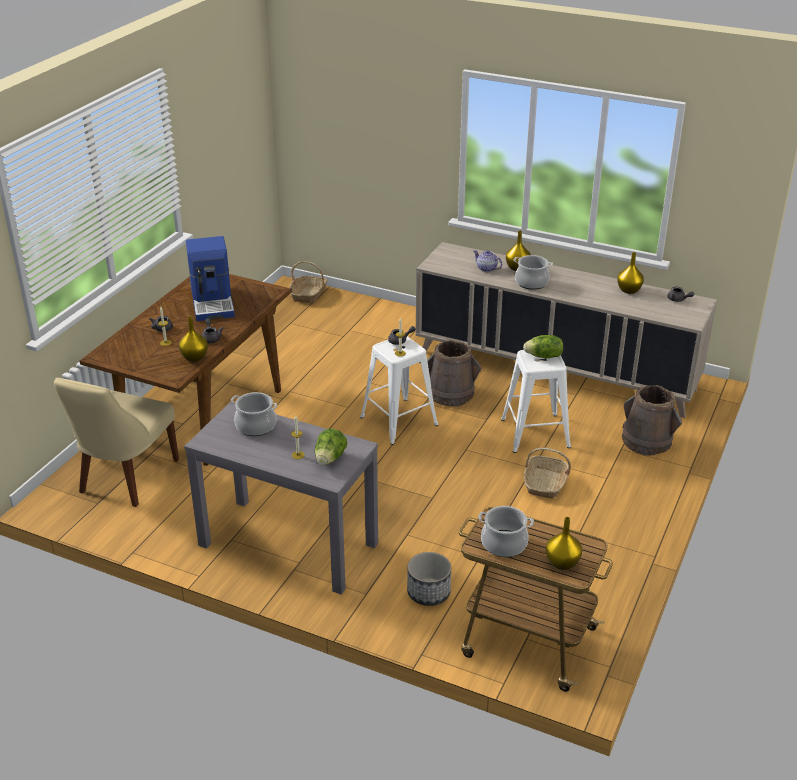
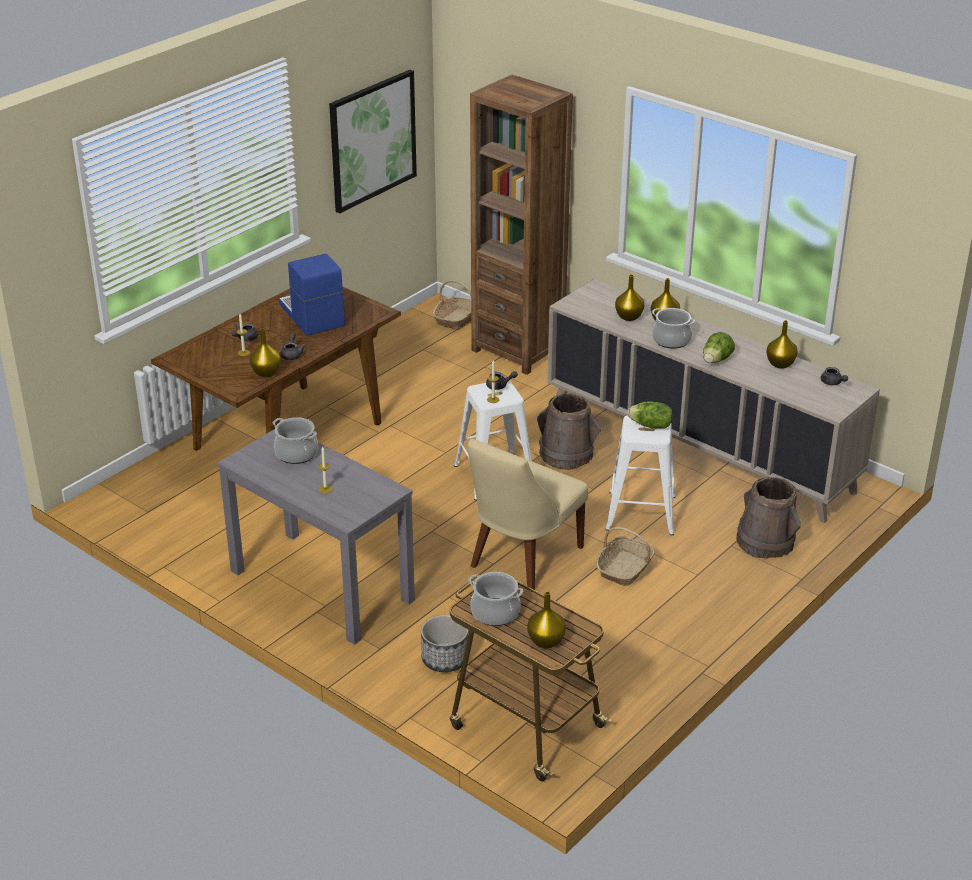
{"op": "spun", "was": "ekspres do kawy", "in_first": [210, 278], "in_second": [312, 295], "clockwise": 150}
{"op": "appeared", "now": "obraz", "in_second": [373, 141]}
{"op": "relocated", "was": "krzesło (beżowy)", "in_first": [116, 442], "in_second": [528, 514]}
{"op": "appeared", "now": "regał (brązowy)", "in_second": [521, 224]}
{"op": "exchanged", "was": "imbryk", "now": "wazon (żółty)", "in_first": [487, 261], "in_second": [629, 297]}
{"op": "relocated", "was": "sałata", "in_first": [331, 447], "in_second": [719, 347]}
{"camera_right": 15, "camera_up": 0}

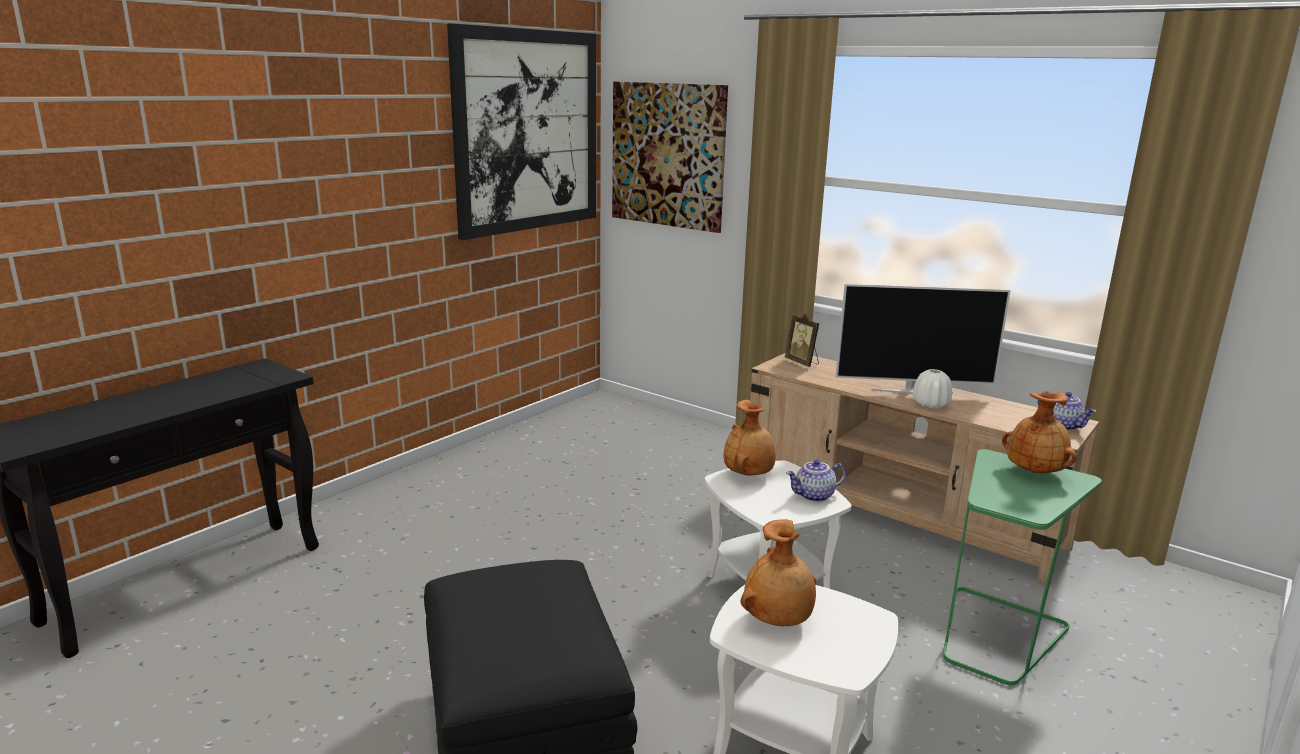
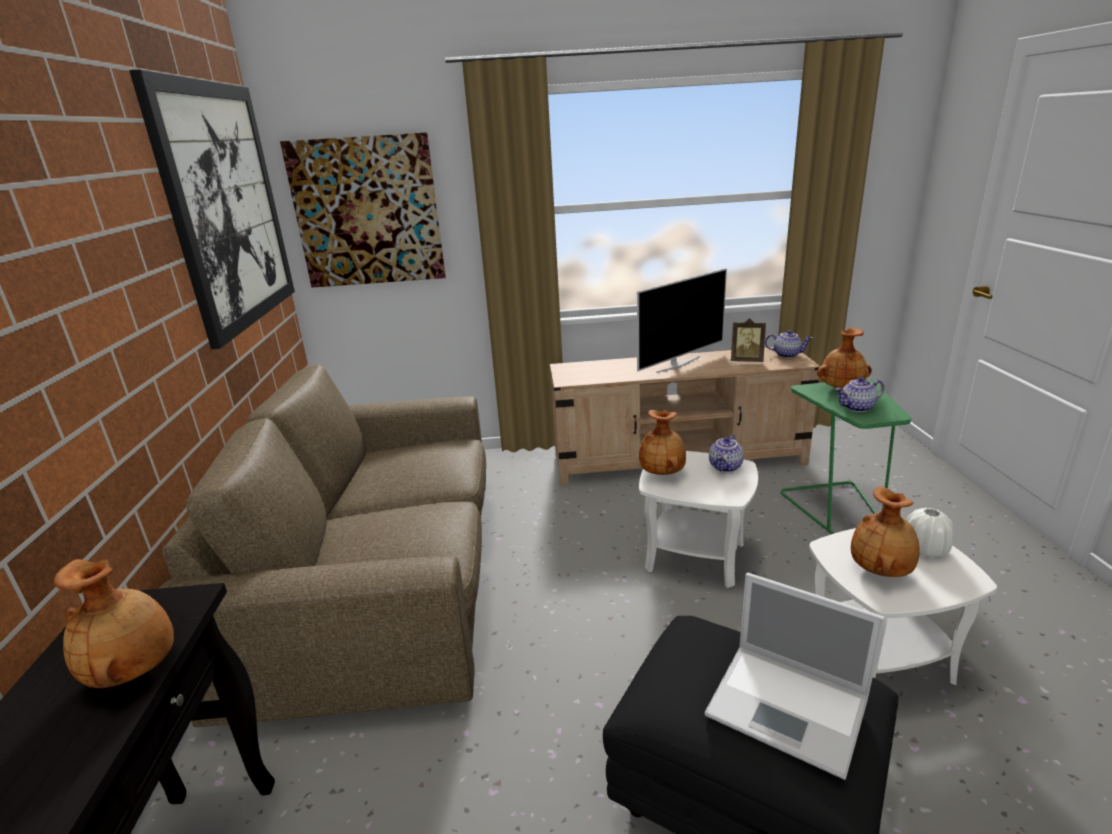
{"op": "appeared", "now": "wazon (brązowy)", "in_second": [113, 623]}
{"op": "appeared", "now": "kanapa (brązowy)", "in_second": [322, 546]}
{"op": "appeared", "now": "laptop", "in_second": [794, 676]}
{"op": "relocated", "was": "ramka na zdjęcie", "in_first": [802, 340], "in_second": [748, 340]}
{"op": "appeared", "now": "imbryk", "in_second": [860, 394]}
{"op": "relocated", "was": "wazon (biały)", "in_first": [932, 388], "in_second": [930, 533]}
{"camera_right": -40, "camera_up": 5}

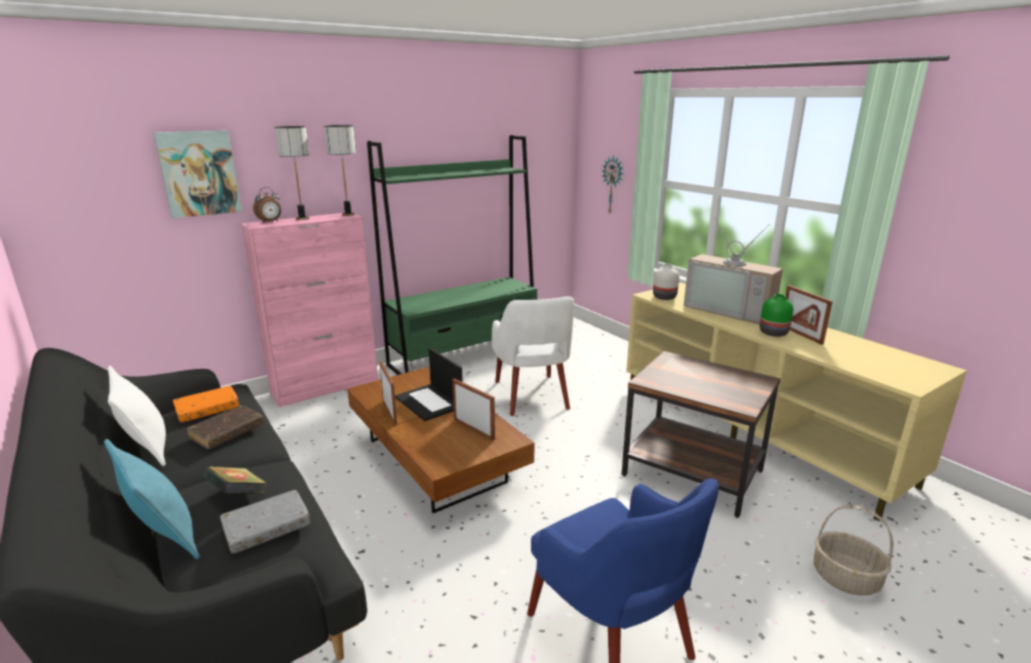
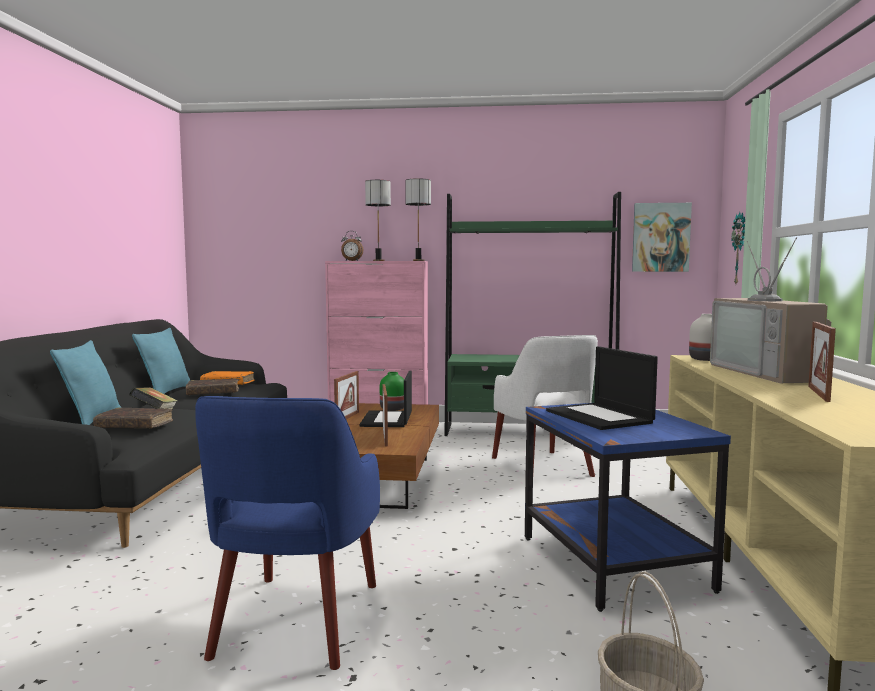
{"op": "colour", "was": "książka (szary)", "now": "książka (brązowy)", "in_first": [265, 522], "in_second": [133, 418]}
{"op": "colour", "was": "poduszka (biały)", "now": "poduszka (turkusowy)", "in_first": [137, 416], "in_second": [161, 361]}
{"op": "relocated", "was": "wazon (zielony)", "in_first": [776, 315], "in_second": [392, 391]}
{"op": "spun", "was": "fotel (biały)", "in_first": [533, 356], "in_second": [545, 406], "clockwise": -45}
{"op": "colour", "was": "stolik (brązowy)", "now": "stolik (niebieski)", "in_first": [701, 434], "in_second": [628, 507]}
{"op": "appeared", "now": "laptop", "in_second": [602, 388]}
{"op": "relocated", "was": "obraz", "in_first": [198, 174], "in_second": [662, 237]}
{"camera_right": 40, "camera_up": -15}

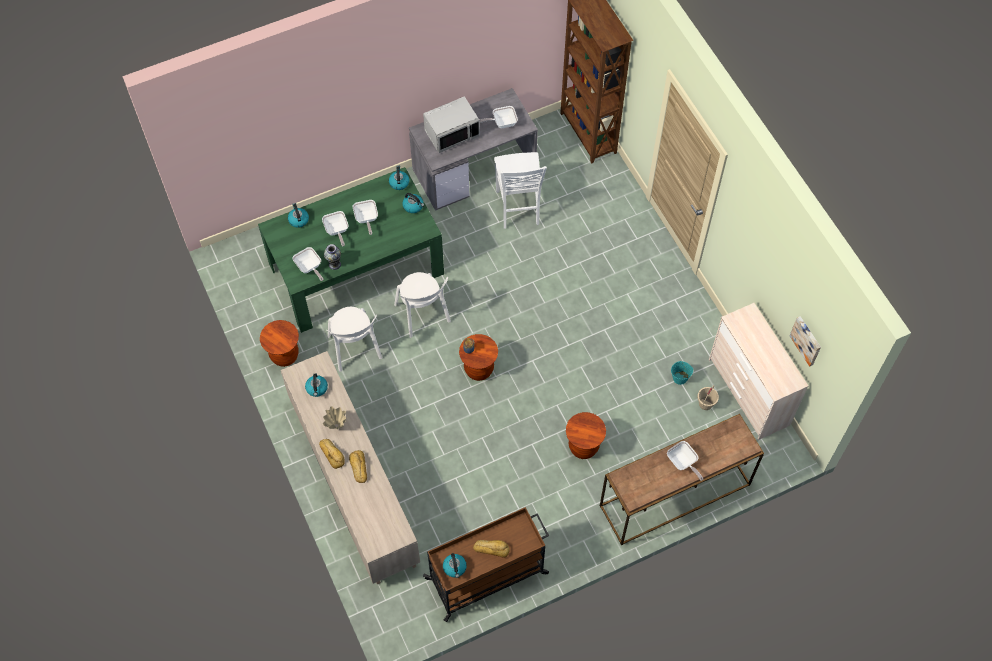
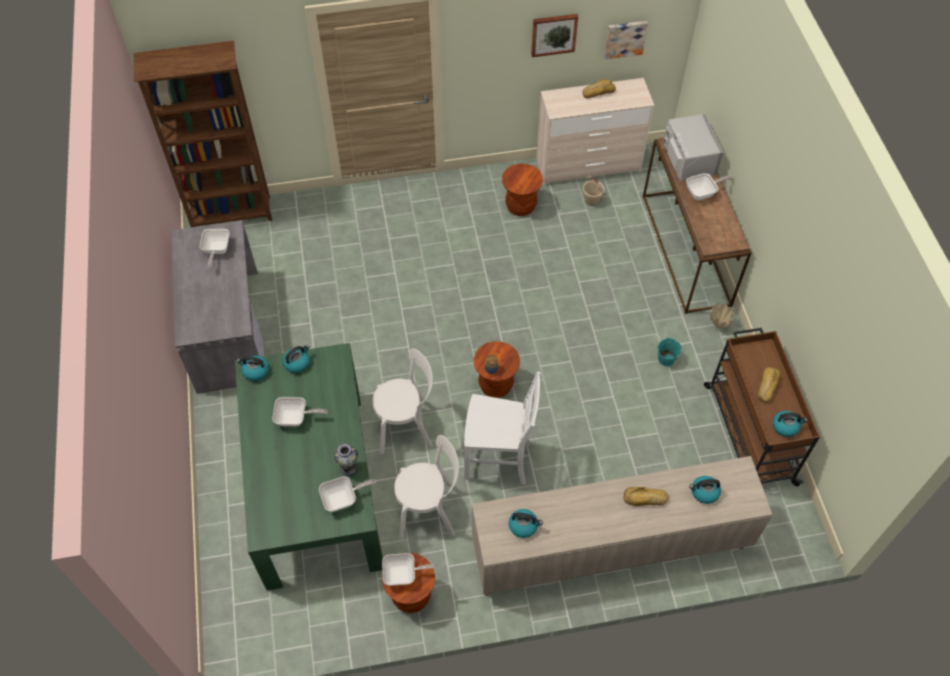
{"op": "relocated", "was": "patelnia", "in_first": [335, 228], "in_second": [410, 569]}
{"op": "relocated", "was": "krzesło (biały)", "in_first": [520, 190], "in_second": [502, 428]}
{"op": "relocated", "was": "stołek (brązowy)", "in_first": [586, 435], "in_second": [522, 189]}
{"op": "appeared", "now": "obraz", "in_second": [554, 35]}
{"op": "relocated", "was": "chleb", "in_first": [332, 454], "in_second": [599, 88]}
{"op": "relocated", "was": "wiadro (turkusowy)", "in_first": [682, 373], "in_second": [669, 352]}
{"op": "relocated", "was": "mikrofalówka (szary)", "in_first": [451, 124], "in_second": [693, 147]}
{"op": "relocated", "was": "czajnik", "in_first": [298, 215], "in_second": [705, 490]}
{"op": "relocated", "was": "wazon (beżowy)", "in_first": [334, 417], "in_second": [722, 316]}
{"camera_right": -75, "camera_up": -5}

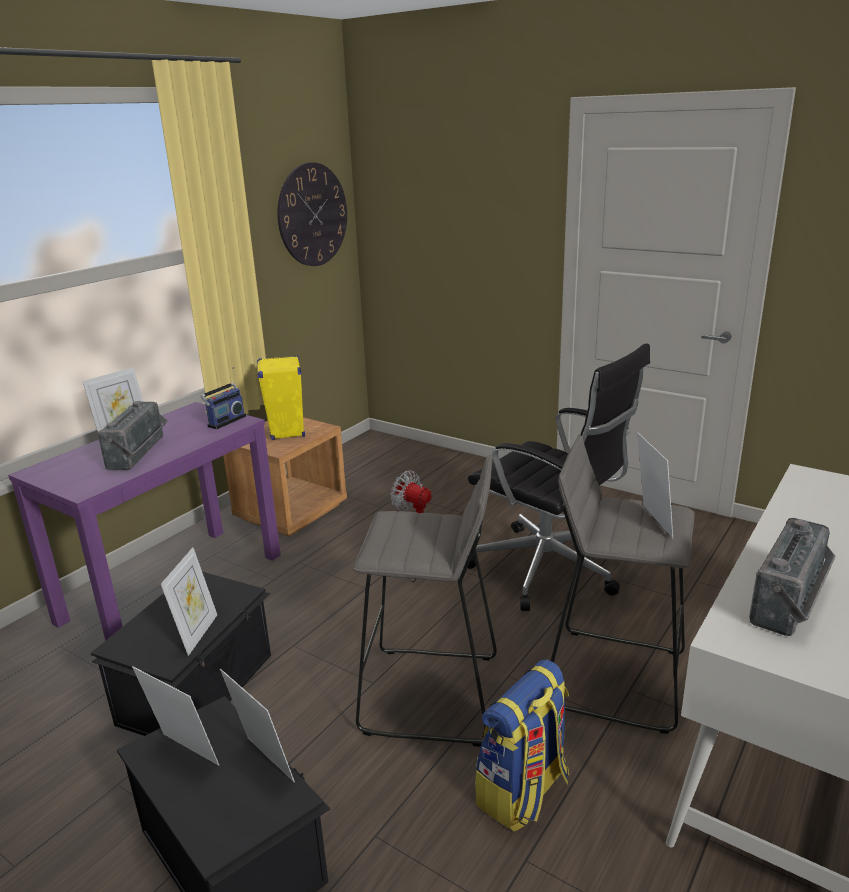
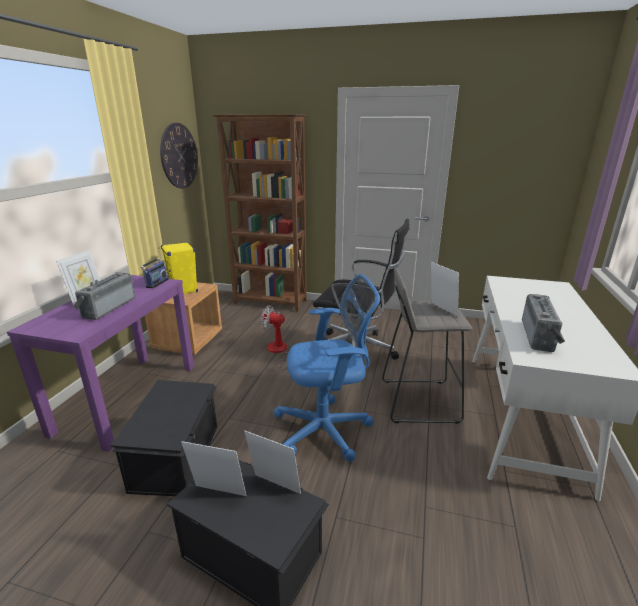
{"op": "spun", "was": "radio", "in_first": [133, 435], "in_second": [104, 296], "clockwise": -150}
{"op": "appeared", "now": "regał (brązowy)", "in_second": [260, 213]}
{"op": "exchanged", "was": "stołek (szary)", "now": "krzesło biurowe (niebieski)", "in_first": [425, 601], "in_second": [327, 368]}
{"op": "missing", "was": "ramka na zdjęcie", "in_first": [189, 601]}
{"op": "missing", "was": "plecak", "in_first": [522, 746]}
{"camera_right": -20, "camera_up": 0}

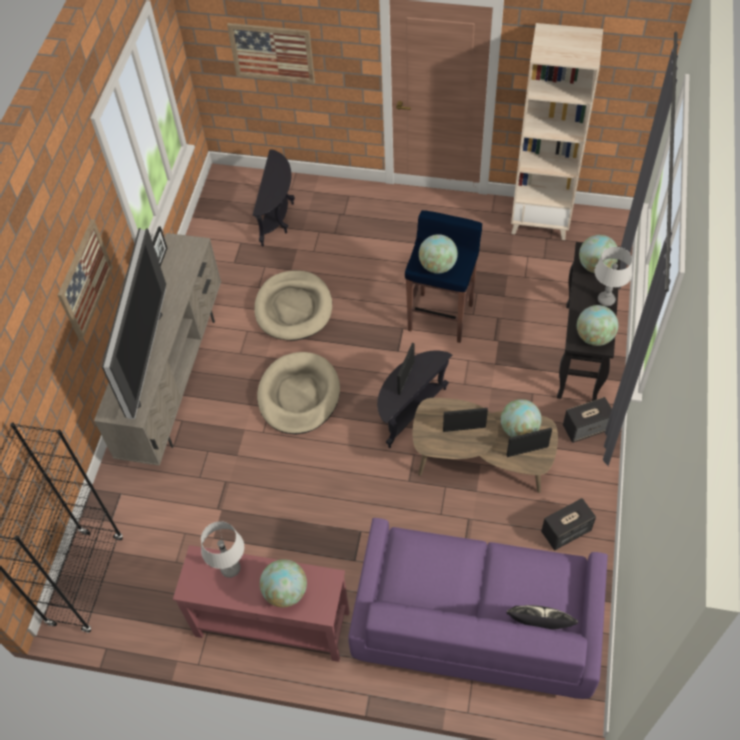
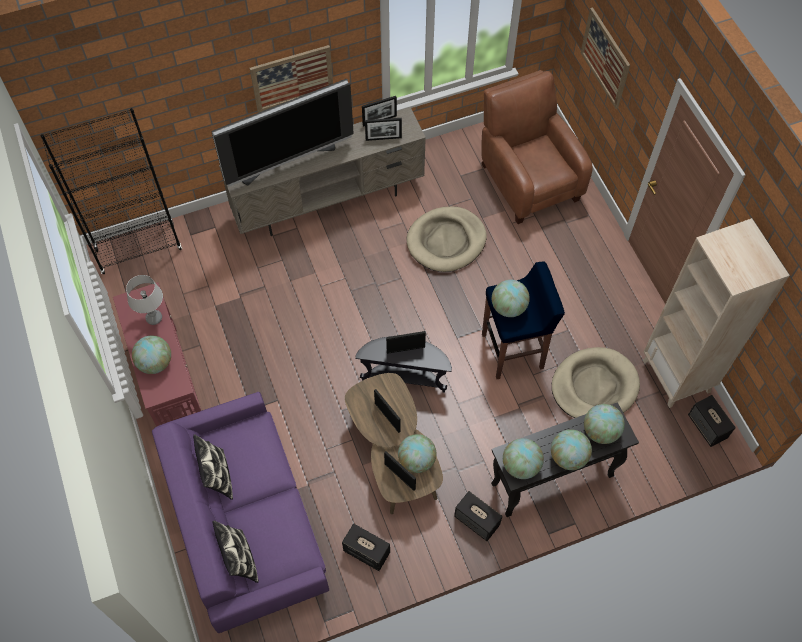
{"op": "appeared", "now": "poduszka", "in_second": [213, 467]}
{"op": "appeared", "now": "ramka na zdjęcie", "in_second": [383, 129]}
{"op": "exchanged", "was": "stolik (czarny)", "now": "fotel (brązowy)", "in_first": [274, 198], "in_second": [537, 147]}
{"op": "exchanged", "was": "lampa stołowa (szary)", "now": "globus", "in_first": [613, 276], "in_second": [571, 449]}
{"op": "relocated", "was": "legowisko (beżowy)", "in_first": [298, 393], "in_second": [596, 382]}
{"op": "appeared", "now": "głośnik", "in_second": [712, 421]}
{"camera_right": 55, "camera_up": 5}

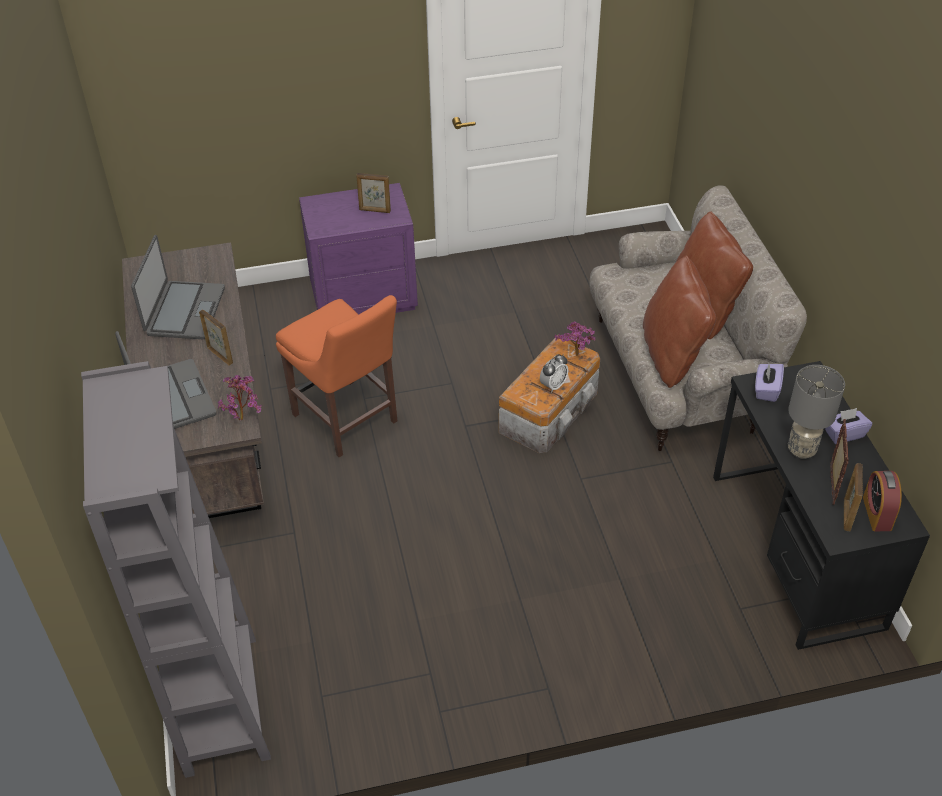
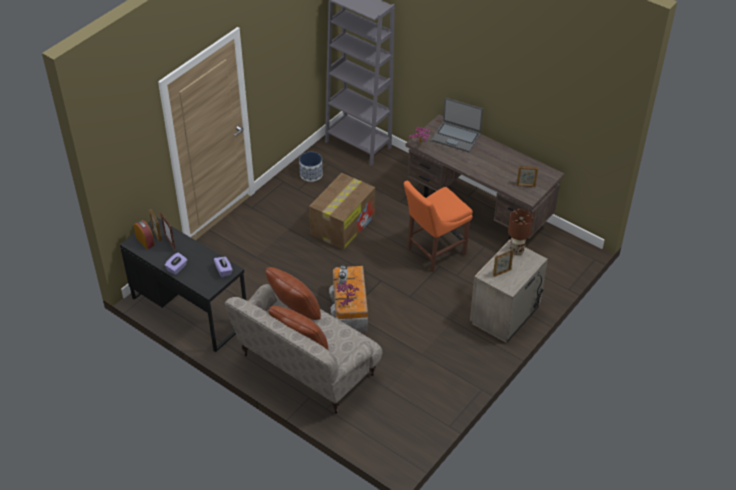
{"op": "appeared", "now": "donica", "in_second": [311, 167]}
{"op": "appeared", "now": "karton", "in_second": [342, 211]}
{"op": "spun", "was": "krzesło (pomarańczowy)", "in_first": [337, 376], "in_second": [438, 226], "clockwise": -45}
{"op": "colour", "was": "szafka nocna (fioletowy)", "now": "szafka nocna (beżowy)", "in_first": [358, 249], "in_second": [509, 291]}
{"op": "appeared", "now": "lampa stołowa (brązowy)", "in_second": [520, 232]}
{"op": "relocated", "was": "ramka na zdjęcie", "in_first": [216, 338], "in_second": [527, 176]}
{"op": "missing", "was": "laptop", "in_first": [178, 287]}
{"op": "missing", "was": "lampa stołowa (szary)", "in_first": [816, 412]}
{"camera_right": 140, "camera_up": 0}

